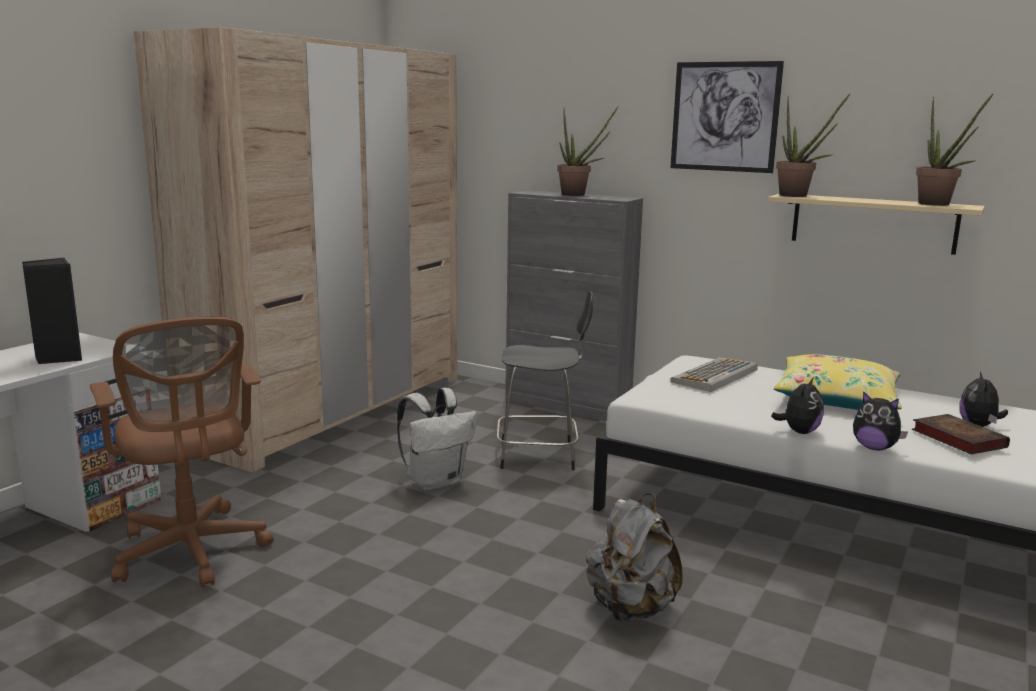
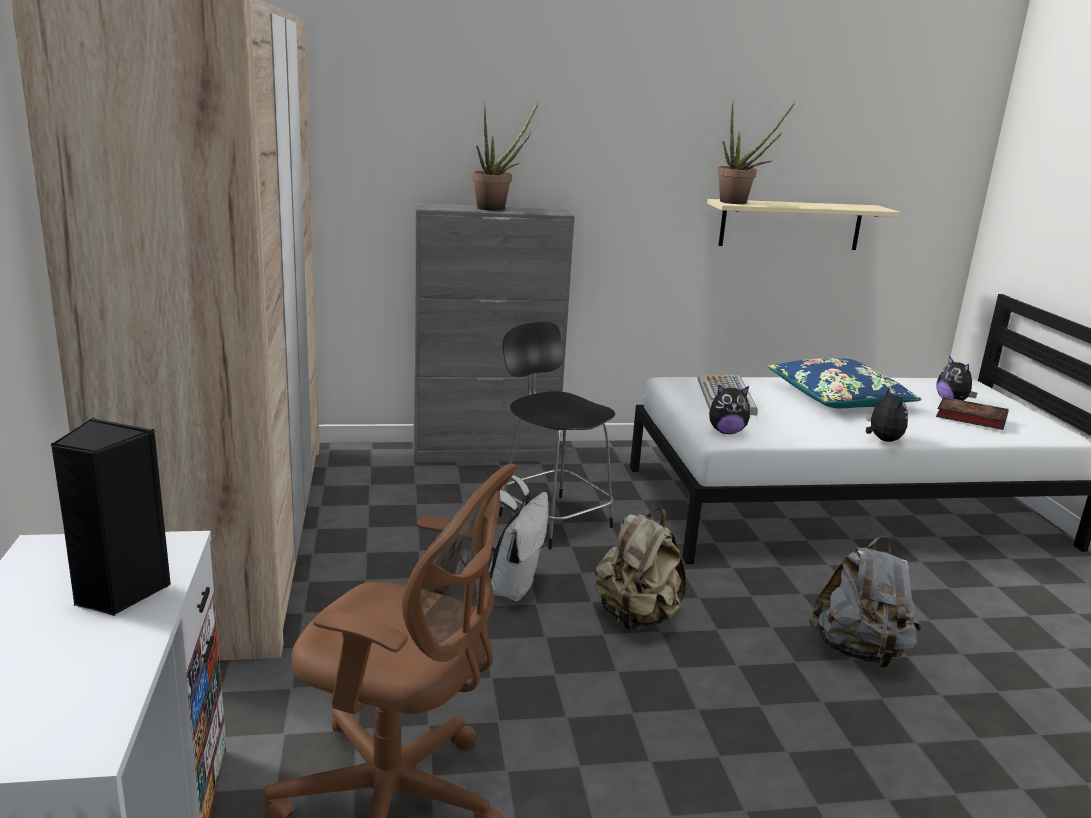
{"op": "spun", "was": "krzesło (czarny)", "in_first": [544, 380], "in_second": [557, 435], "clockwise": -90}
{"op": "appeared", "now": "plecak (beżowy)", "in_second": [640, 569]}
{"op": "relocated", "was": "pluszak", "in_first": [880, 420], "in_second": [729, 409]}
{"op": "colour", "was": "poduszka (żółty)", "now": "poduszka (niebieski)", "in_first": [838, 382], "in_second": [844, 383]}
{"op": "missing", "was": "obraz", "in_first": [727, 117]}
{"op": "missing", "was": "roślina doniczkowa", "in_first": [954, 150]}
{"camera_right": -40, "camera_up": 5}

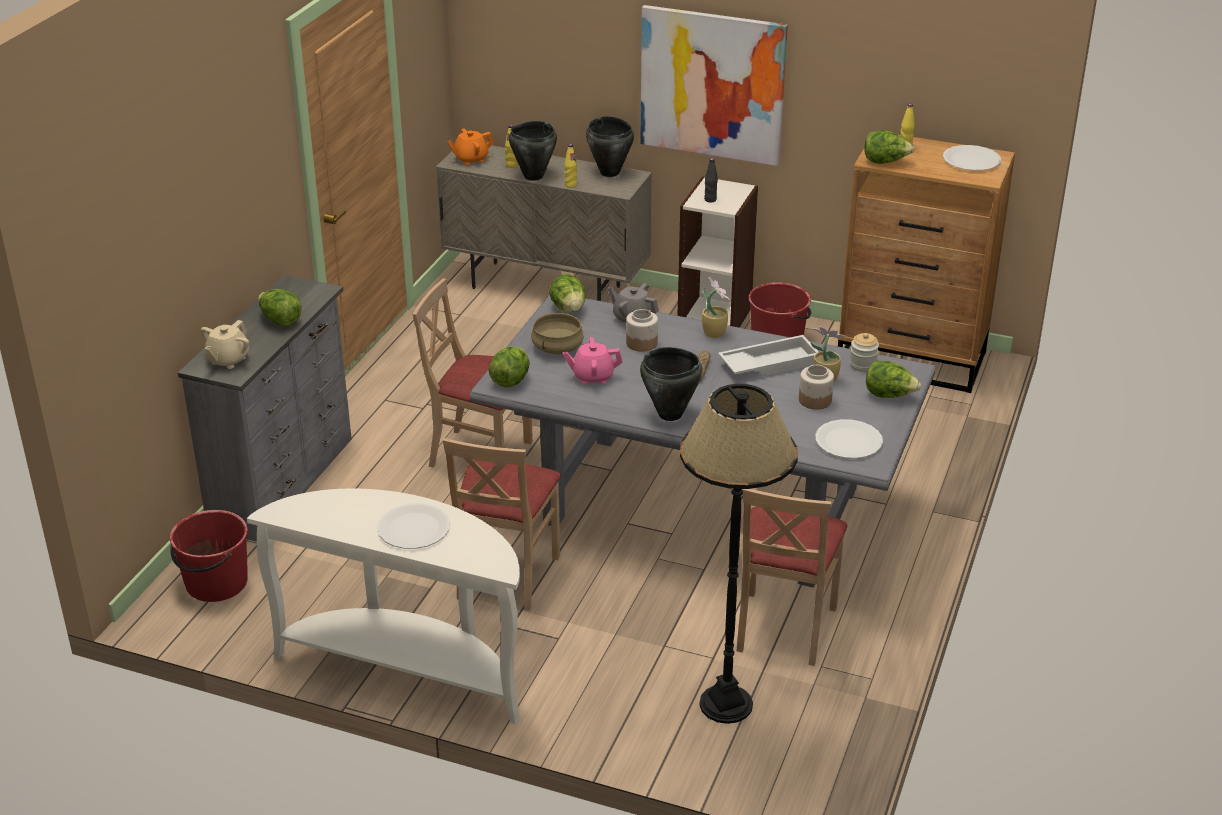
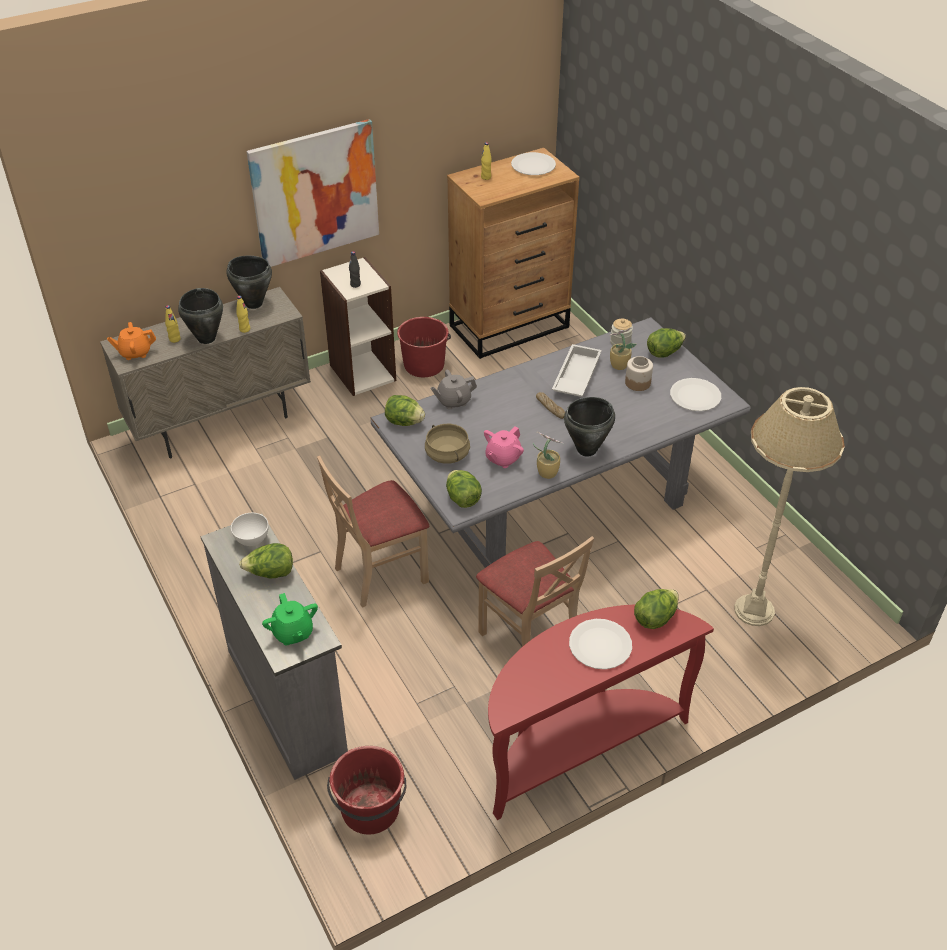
{"op": "spun", "was": "imbryk (pomarańczowy)", "in_first": [470, 146], "in_second": [131, 341], "clockwise": 60}
{"op": "appeared", "now": "miska (biały)", "in_second": [250, 529]}
{"op": "colour", "was": "imbryk (beżowy)", "now": "imbryk (zielony)", "in_first": [225, 344], "in_second": [290, 619]}
{"op": "colour", "was": "stolik konsolowy (biały)", "now": "stolik konsolowy (czerwony)", "in_first": [383, 606], "in_second": [601, 712]}
{"op": "relocated", "was": "roślina doniczkowa", "in_first": [716, 307], "in_second": [548, 455]}
{"op": "relocated", "was": "sałata", "in_first": [889, 147], "in_second": [656, 609]}
{"op": "colour", "was": "lampa stojąca (czarny)", "now": "lampa stojąca (beżowy)", "in_first": [739, 554], "in_second": [789, 506]}
{"op": "missing", "was": "słoik", "in_first": [642, 330]}
{"op": "missing", "was": "krzesło (beżowy)", "in_first": [792, 577]}
{"camera_right": -50, "camera_up": 10}

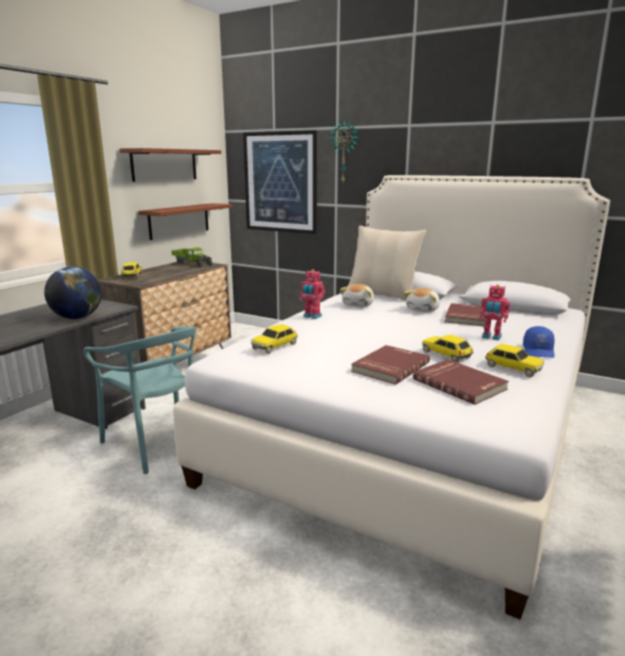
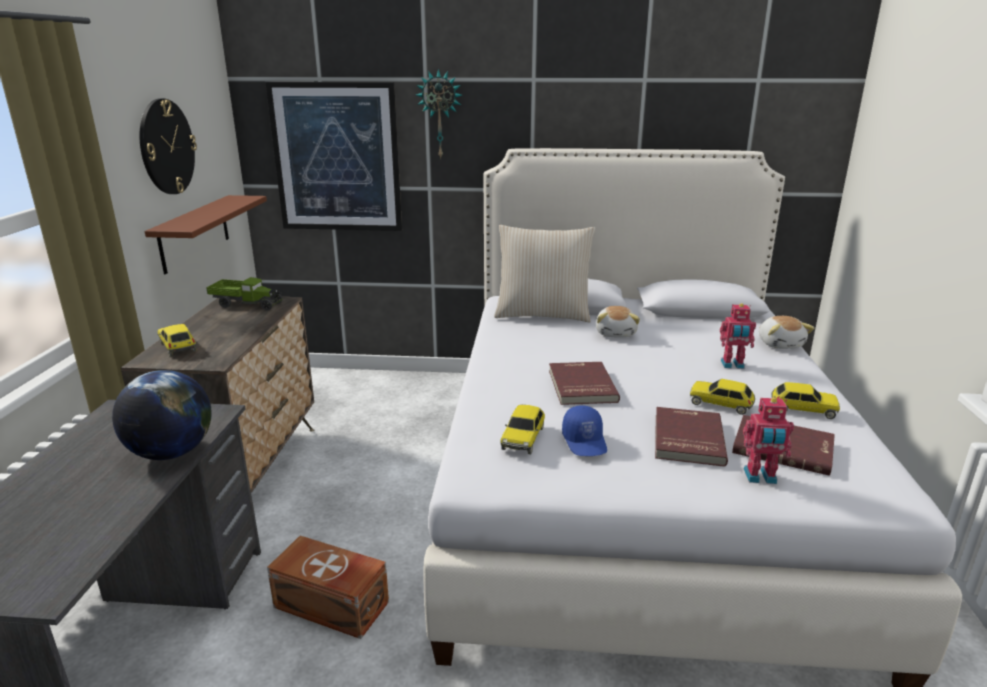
{"op": "exchanged", "was": "półka (brązowy)", "now": "zegar ścienny", "in_first": [170, 165], "in_second": [168, 146]}
{"op": "exchanged", "was": "krzesło (turkusowy)", "now": "pojemnik do przechowywania (brązowy)", "in_first": [140, 400], "in_second": [328, 587]}
{"op": "relocated", "was": "książka (czerwony)", "in_first": [466, 314], "in_second": [584, 383]}
{"op": "relocated", "was": "czapka z daszkiem (niebieski)", "in_first": [539, 342], "in_second": [584, 430]}
{"op": "relocated", "was": "robot zabawkowy", "in_first": [312, 294], "in_second": [768, 440]}
{"op": "relocated", "was": "pluszak", "in_first": [357, 295], "in_second": [787, 332]}
{"camera_right": -25, "camera_up": 5}

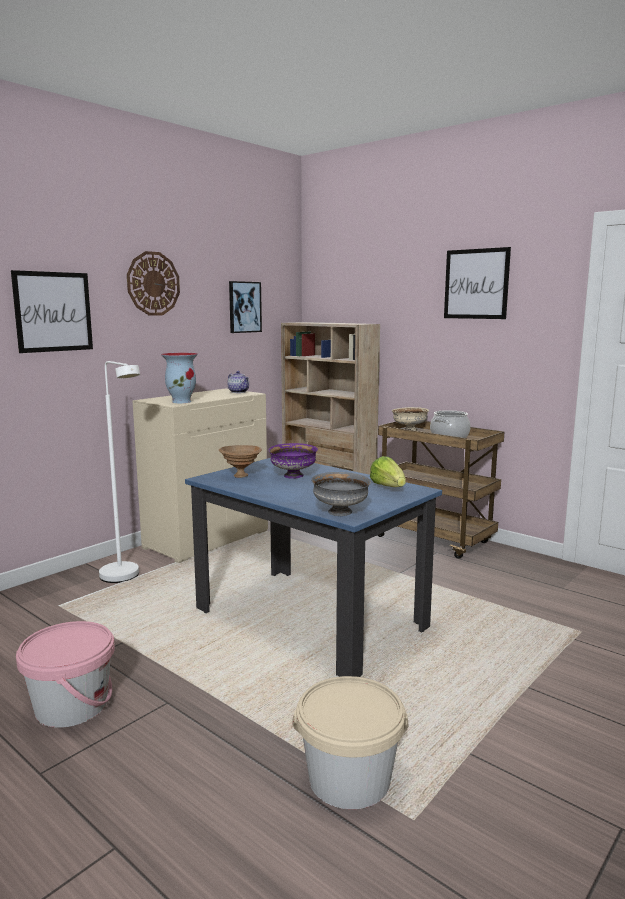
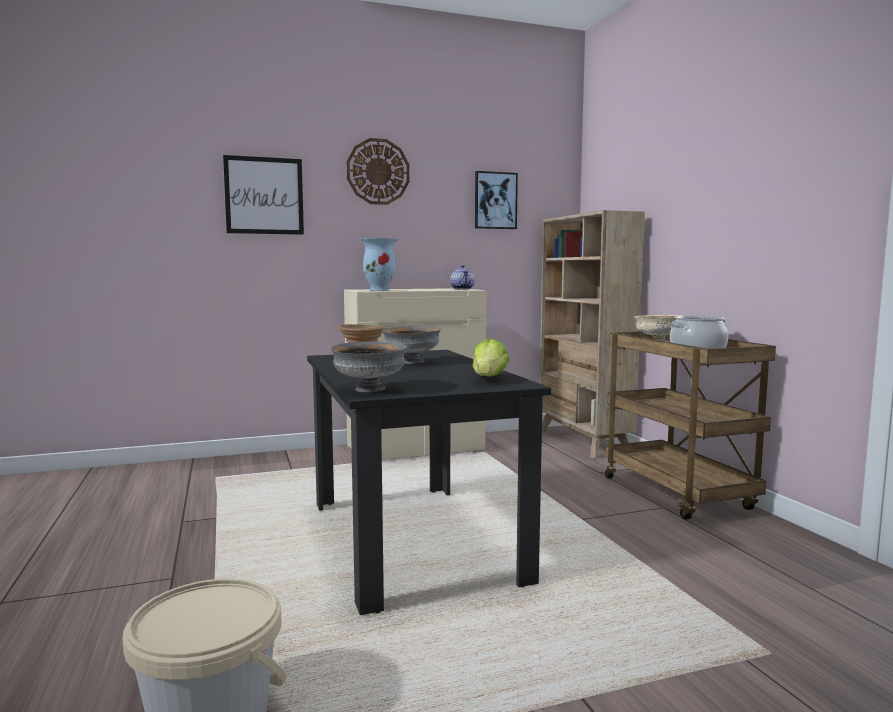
{"op": "colour", "was": "stół jadalny (niebieski)", "now": "stół jadalny (czarny)", "in_first": [313, 567], "in_second": [429, 482]}
{"op": "colour", "was": "miska (fioletowy)", "now": "miska (szary)", "in_first": [293, 461], "in_second": [411, 345]}
{"op": "missing", "was": "wiadro (różowy)", "in_first": [65, 674]}
{"op": "missing", "was": "lampa stojąca (biały)", "in_first": [119, 472]}
{"op": "missing", "was": "obraz", "in_first": [477, 283]}
{"camera_right": 30, "camera_up": -5}

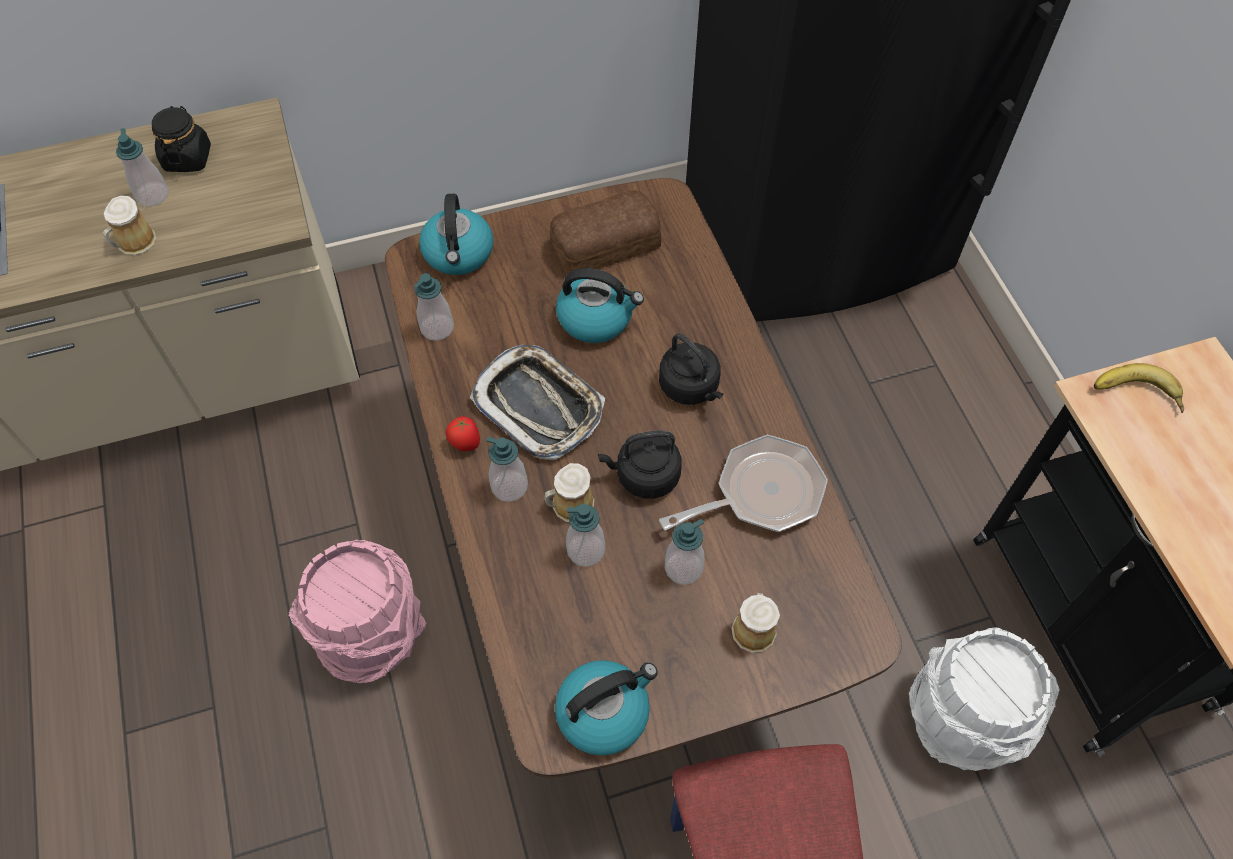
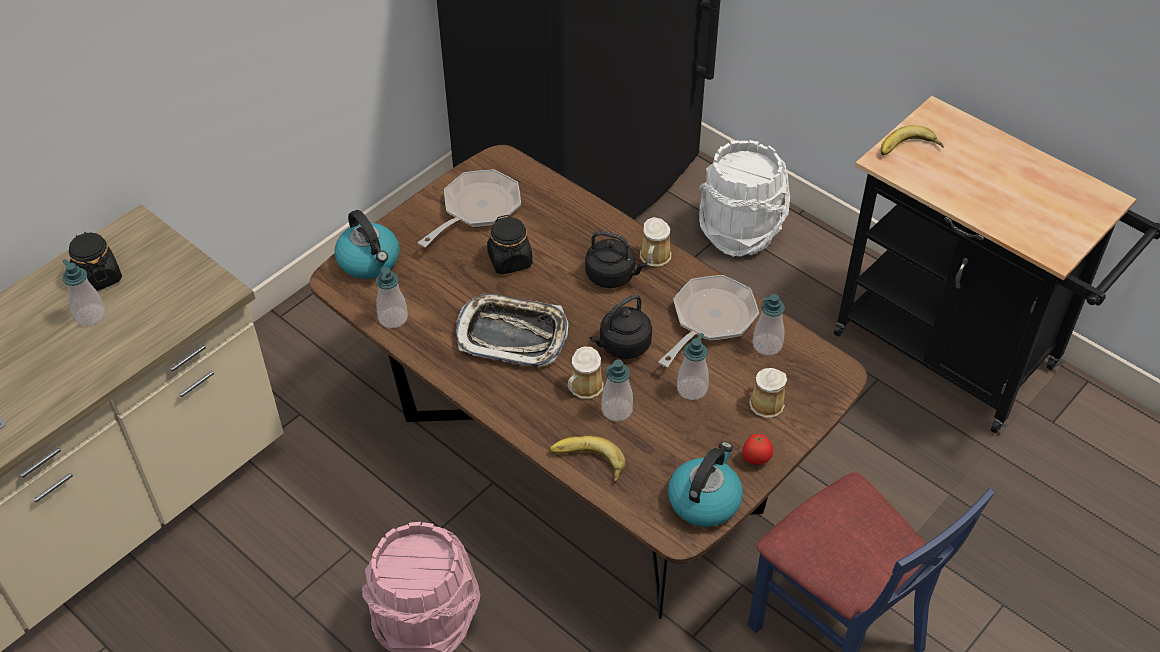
{"op": "exchanged", "was": "chleb", "now": "patelnia", "in_first": [606, 232], "in_second": [469, 208]}
{"op": "exchanged", "was": "czajnik", "now": "słoik (czarny)", "in_first": [600, 305], "in_second": [510, 244]}
{"op": "appeared", "now": "banan", "in_second": [587, 459]}
{"op": "relocated", "was": "kubek", "in_first": [129, 225], "in_second": [655, 242]}
{"op": "relocated", "was": "wiadro (biały)", "in_first": [984, 699], "in_second": [744, 198]}
{"op": "relocated", "was": "pomidor", "in_first": [463, 433], "in_second": [757, 449]}
{"op": "relocated", "was": "dozownik mydła", "in_first": [507, 469], "in_second": [769, 324]}
{"camera_right": -30, "camera_up": -10}

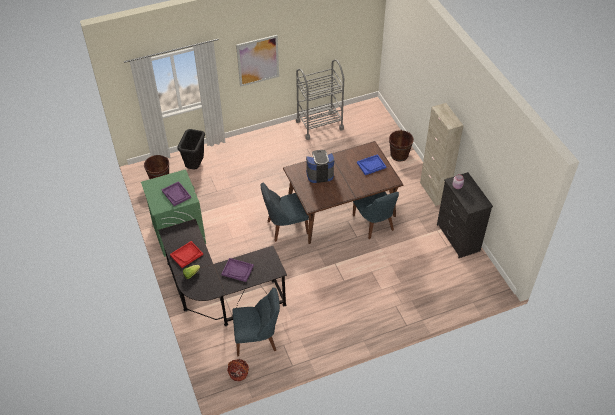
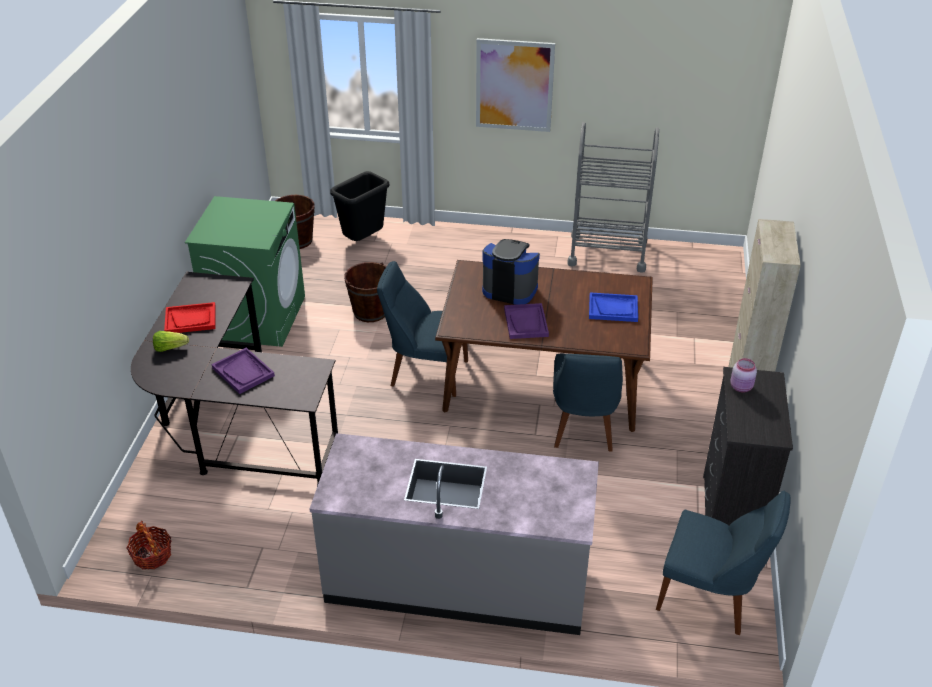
{"op": "appeared", "now": "zabudowa kuchenna (szary)", "in_second": [454, 534]}
{"op": "relocated", "was": "wiadro (brązowy)", "in_first": [401, 146], "in_second": [365, 292]}
{"op": "relocated", "was": "taca (fioletowy)", "in_first": [176, 193], "in_second": [526, 321]}
{"op": "relocated", "was": "krzesło (niebieski)", "in_first": [256, 322], "in_second": [723, 563]}
{"camera_right": 30, "camera_up": -10}

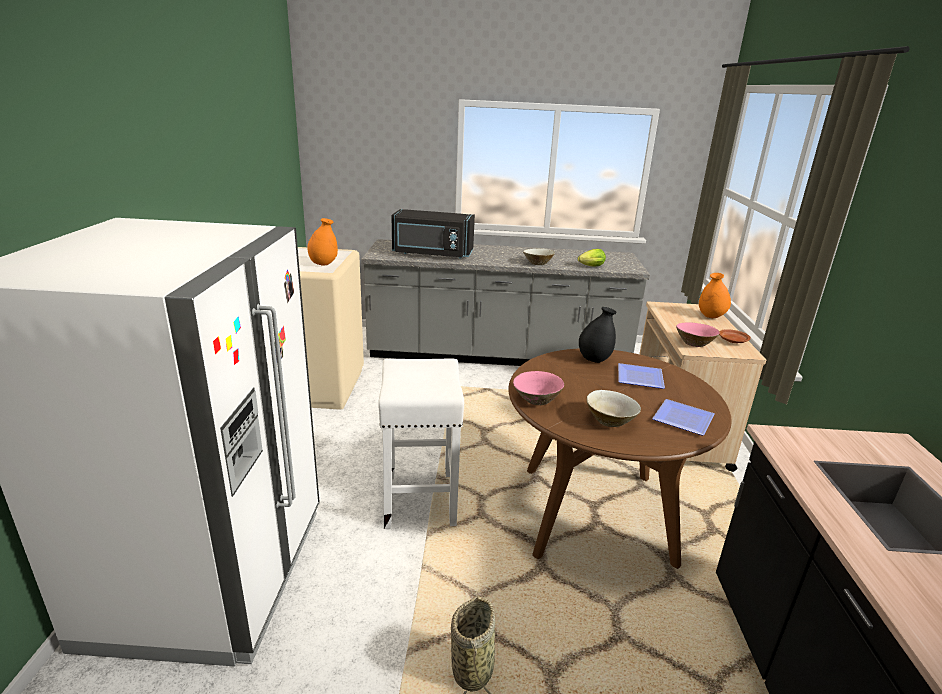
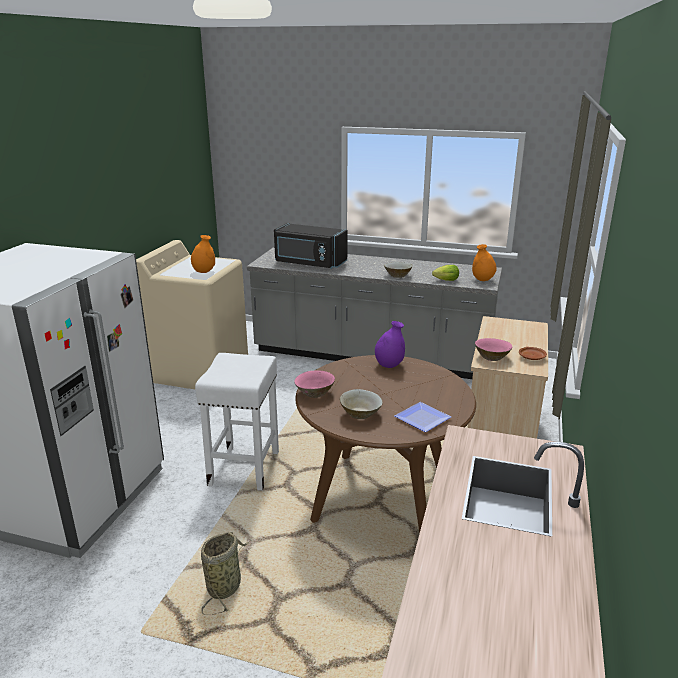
{"op": "colour", "was": "wazon (czarny)", "now": "wazon (fioletowy)", "in_first": [598, 335], "in_second": [390, 344]}
{"op": "relocated", "was": "wazon (pomarańczowy)", "in_first": [715, 295], "in_second": [484, 262]}
{"op": "missing", "was": "talerz", "in_first": [641, 376]}
{"camera_right": 15, "camera_up": 0}

